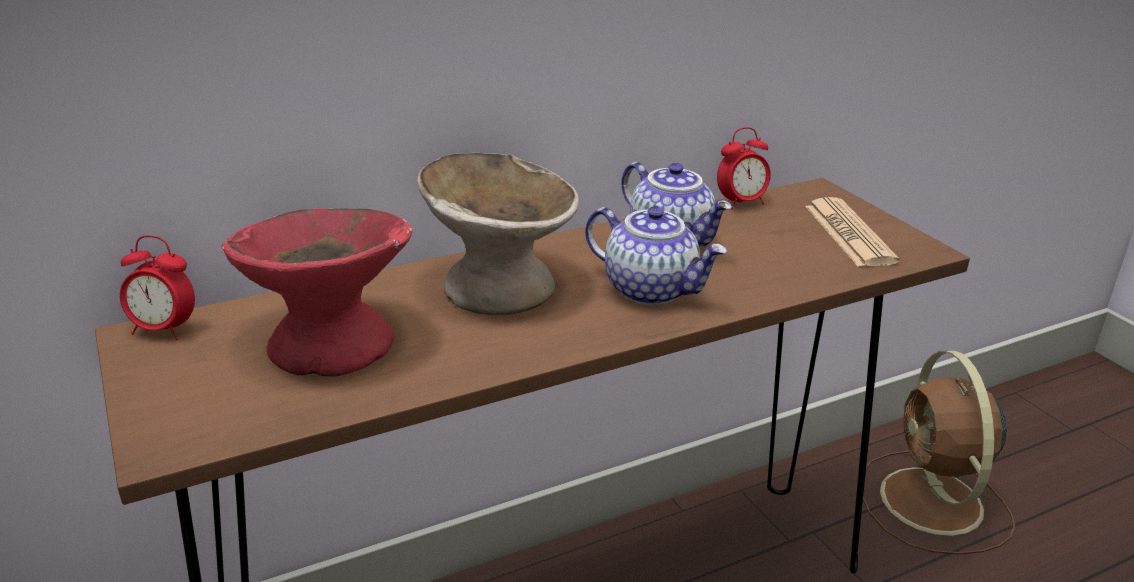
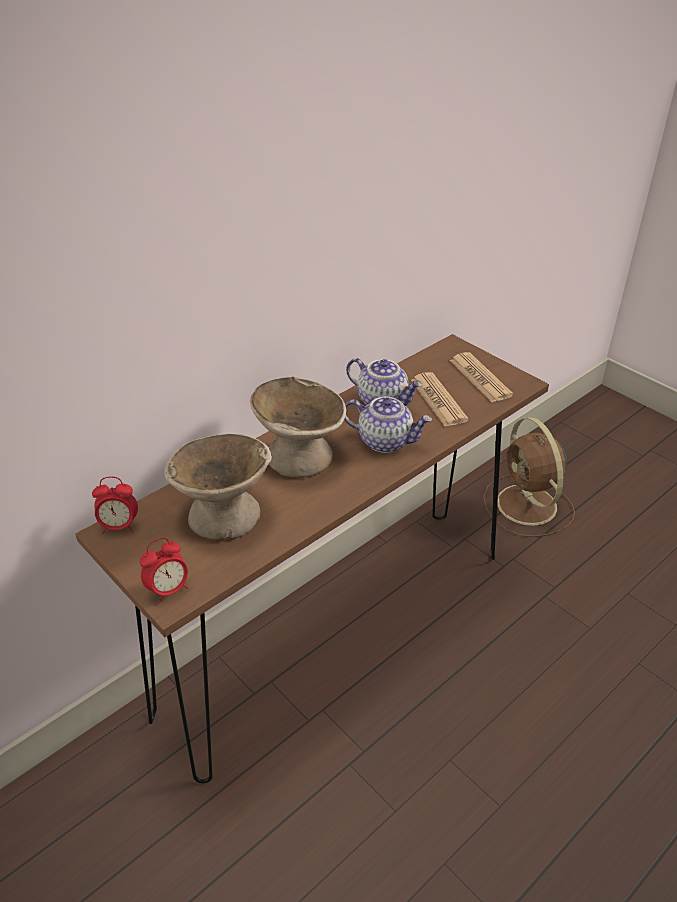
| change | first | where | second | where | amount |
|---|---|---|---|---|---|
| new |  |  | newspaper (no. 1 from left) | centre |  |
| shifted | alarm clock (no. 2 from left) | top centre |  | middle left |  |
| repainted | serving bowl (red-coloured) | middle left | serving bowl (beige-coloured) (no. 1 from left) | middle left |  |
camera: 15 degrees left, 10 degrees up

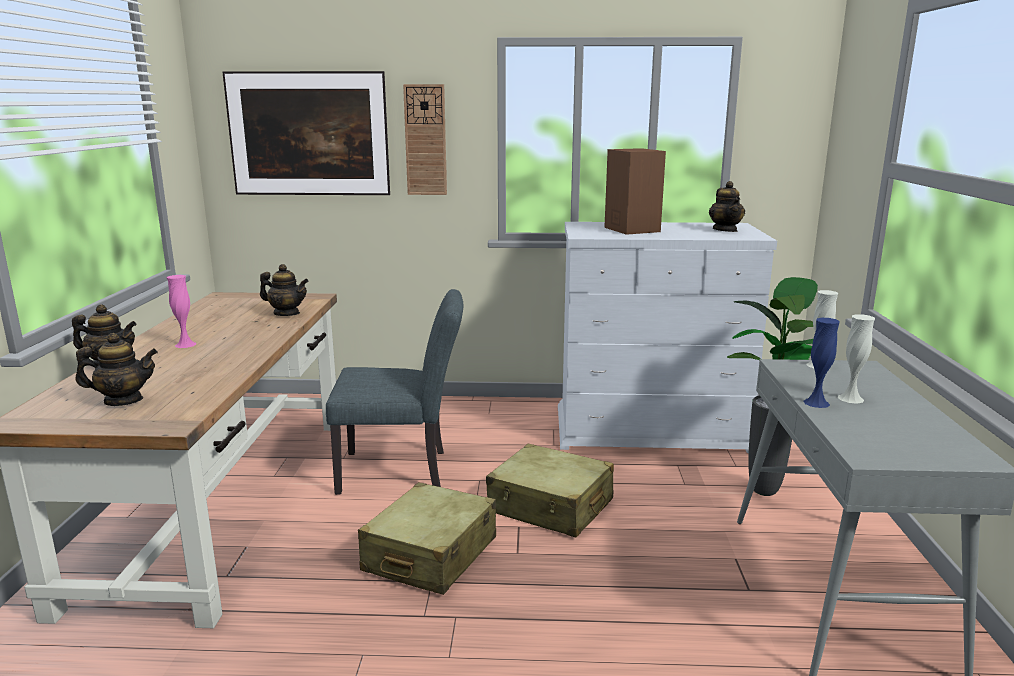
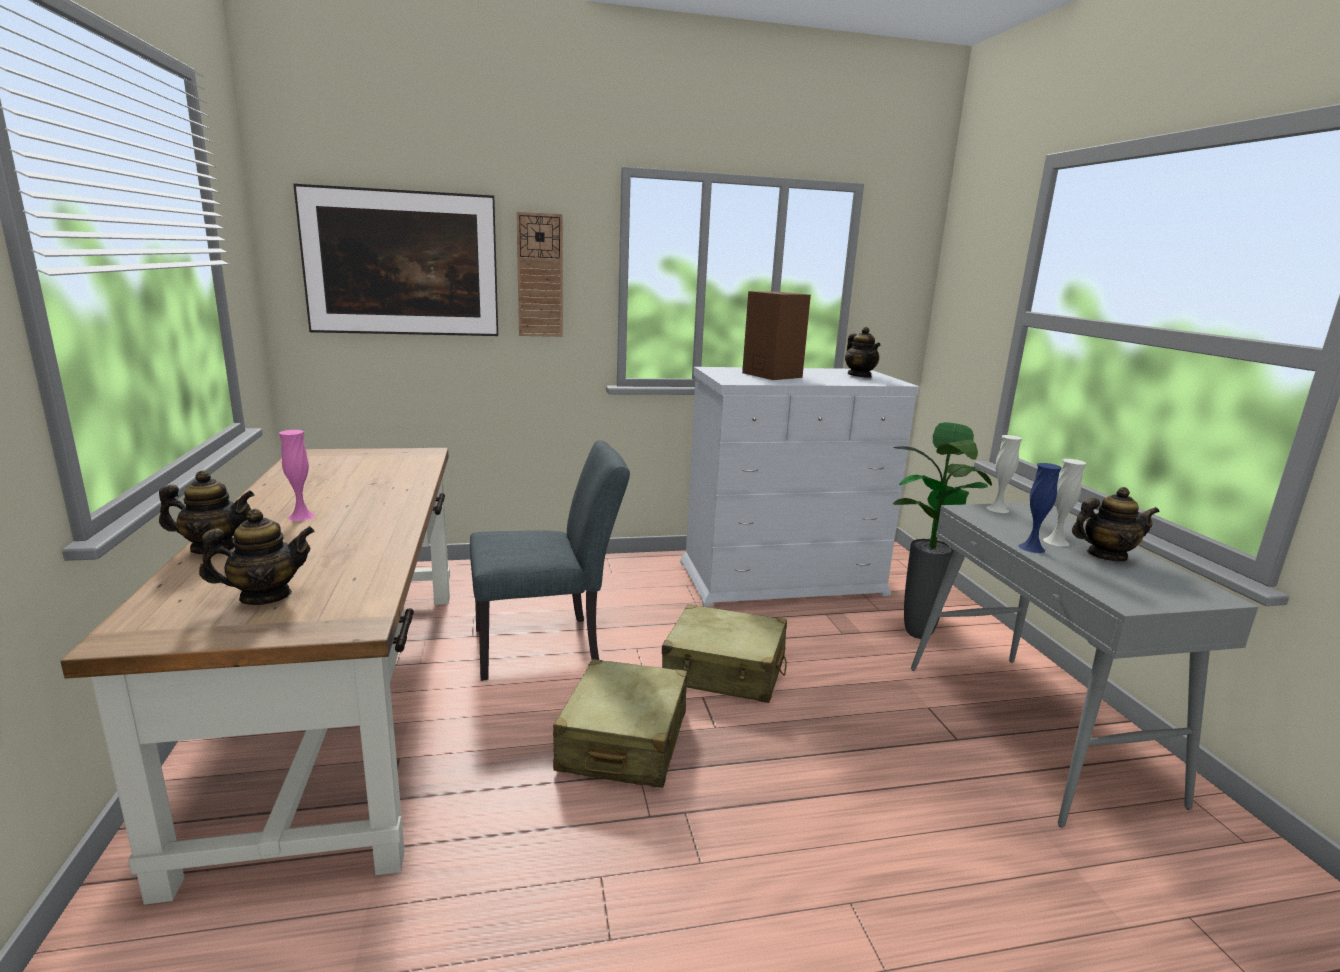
| change | first | where | second | where | amount |
|---|---|---|---|---|---|
| shifted | teapot (no. 3 from left in the first image) | middle left | teapot (no. 4 from left) | middle right |  |
camera: 15 degrees left, 0 degrees up

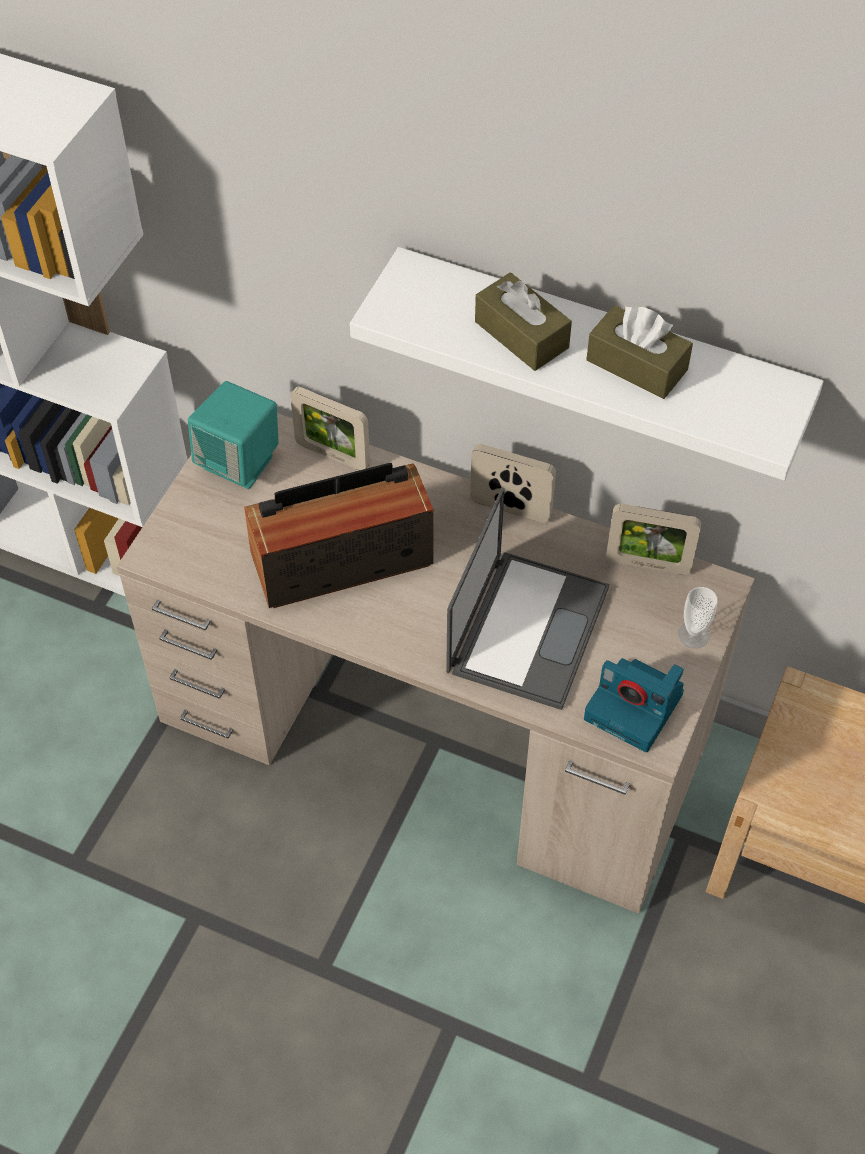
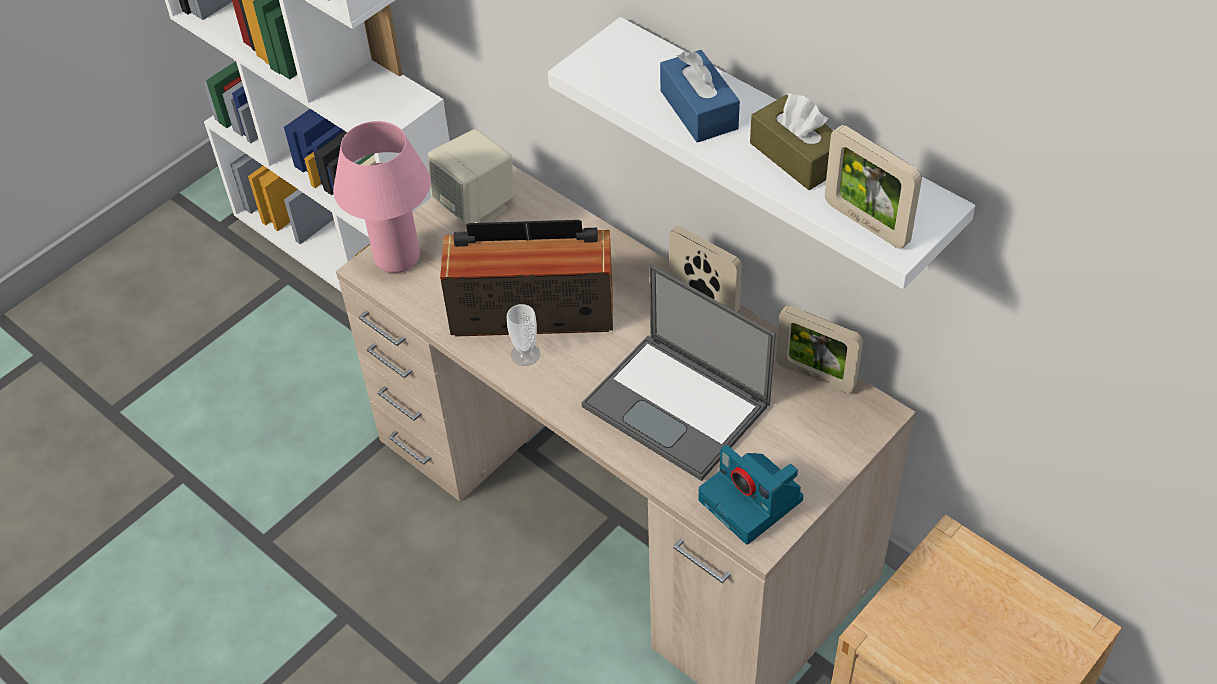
| change | first | where | second | where | amount |
|---|---|---|---|---|---|
| new |  |  | table lamp (pink-coloured) | top left |  |
| shifted | standing frame (no. 1 from left in the first image) | centre | standing frame (no. 3 from left) | top right |  |
| shifted | small cup | middle right |  | centre |  |
| repainted | speaker (turquoise-coloured) | middle left | speaker (beige-coloured) | top centre |  |
| repainted | tissue holder (brown) (no. 1 from left) | top centre | tissue holder (bluish) | top centre |  |
| rotated | portable computer | centre |  | centre | 90 degrees clockwise |
camera: 20 degrees right, 5 degrees down

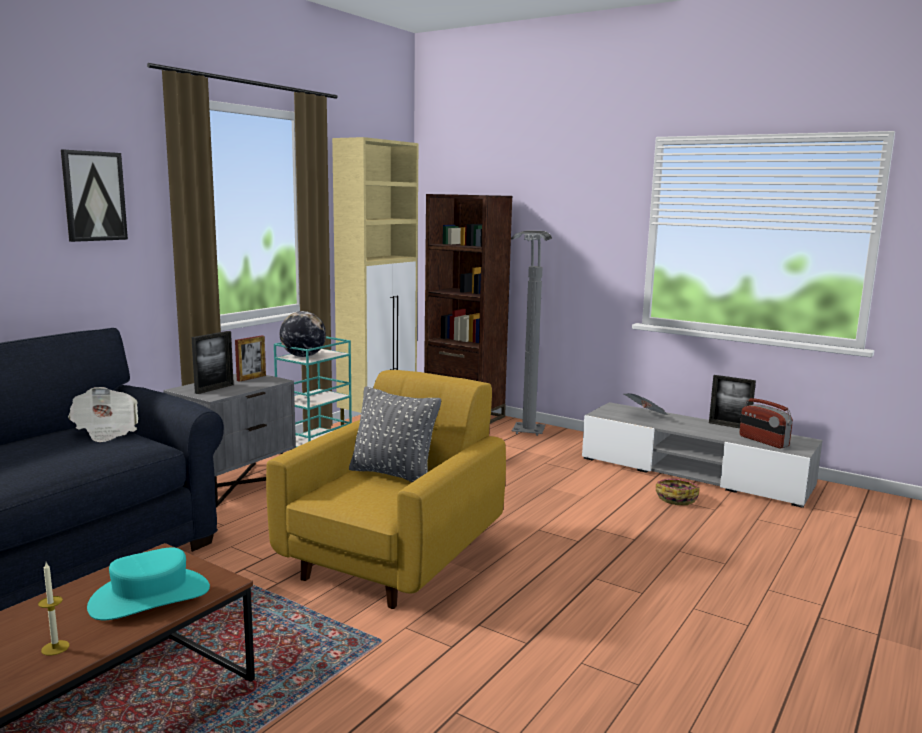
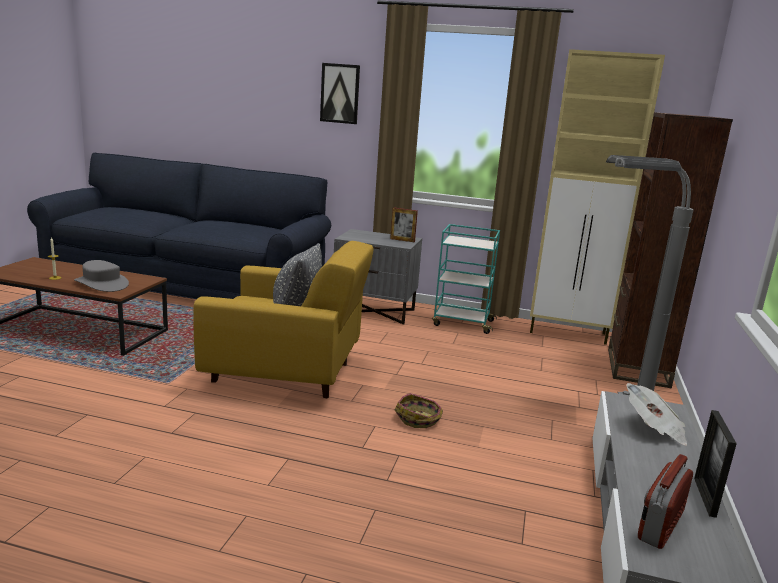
| change | first | where | second | where | amount |
|---|---|---|---|---|---|
| gone | newspaper (no. 1 from left) | middle left |  |  |  |
| gone | standing frame (no. 1 from left) | middle left |  |  |  |
| gone | world globe | middle left |  |  |  |
| shifted | storage basket | bottom right |  | bottom centre |  |
| repainted | clothing hat (turquoise-coloured) | bottom left | clothing hat (grey) | middle left |  |
camera: 70 degrees right, 5 degrees up

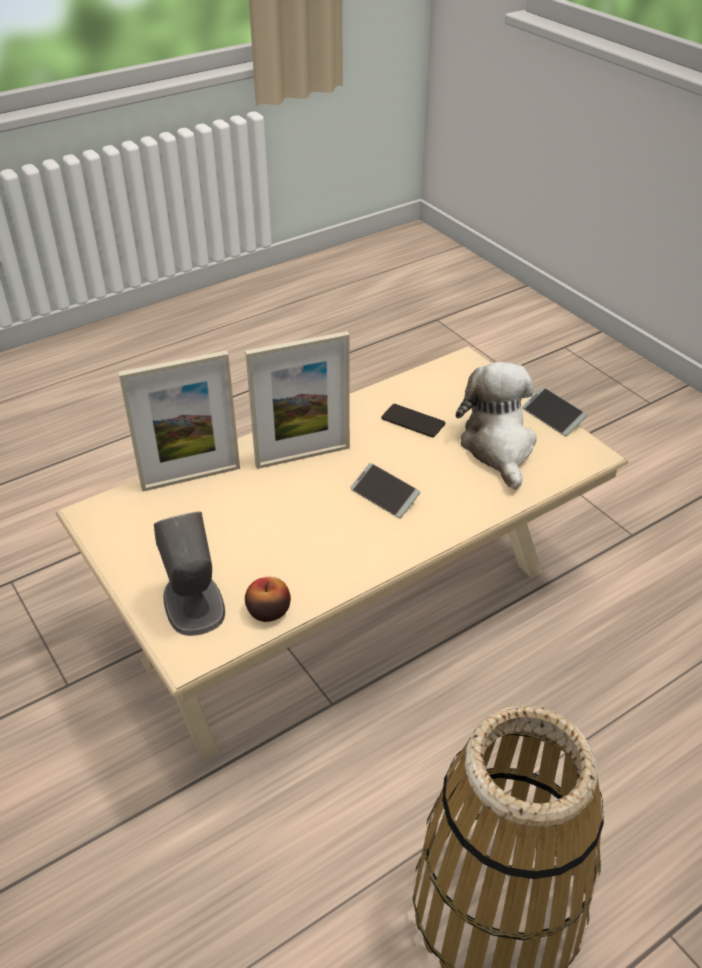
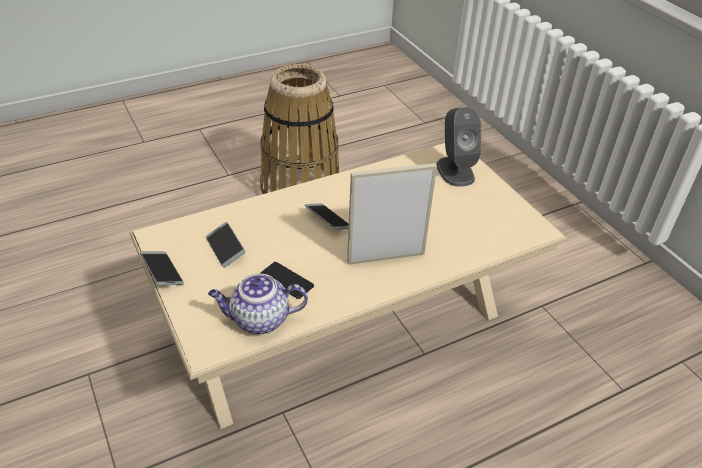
| change | first | where | second | where | amount |
|---|---|---|---|---|---|
| gone | standing frame (no. 1 from left) | middle left |  |  |  |
| gone | apple | centre |  |  |  |
| new |  |  | teapot | centre |  |
| swapped | soft toy | middle right | telephone (no. 2 from left) | middle left |  |
camera: 175 degrees left, 0 degrees up

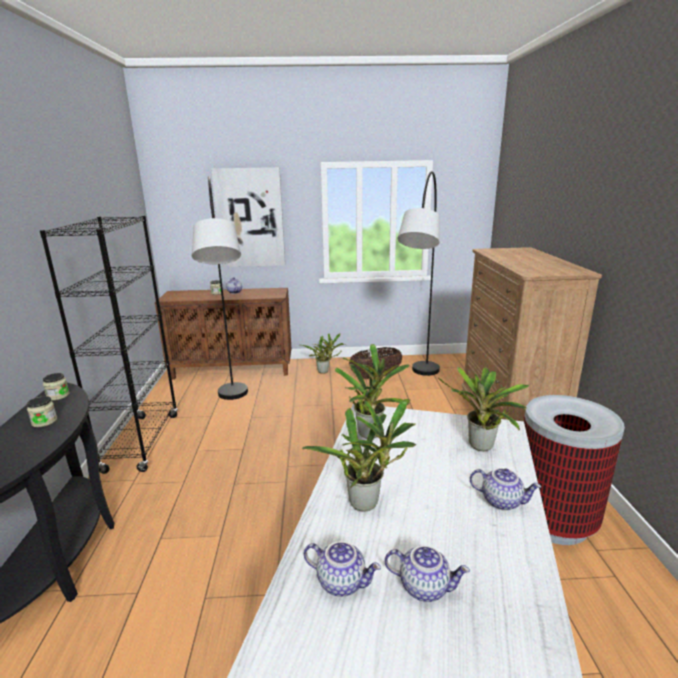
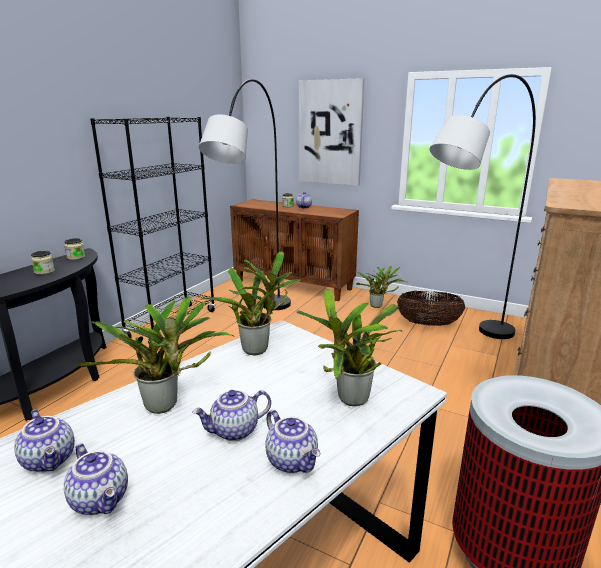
| change | first | where | second | where | amount |
|---|---|---|---|---|---|
| new |  |  | teapot (no. 3 from left) | bottom centre |  |
camera: 30 degrees right, 0 degrees up

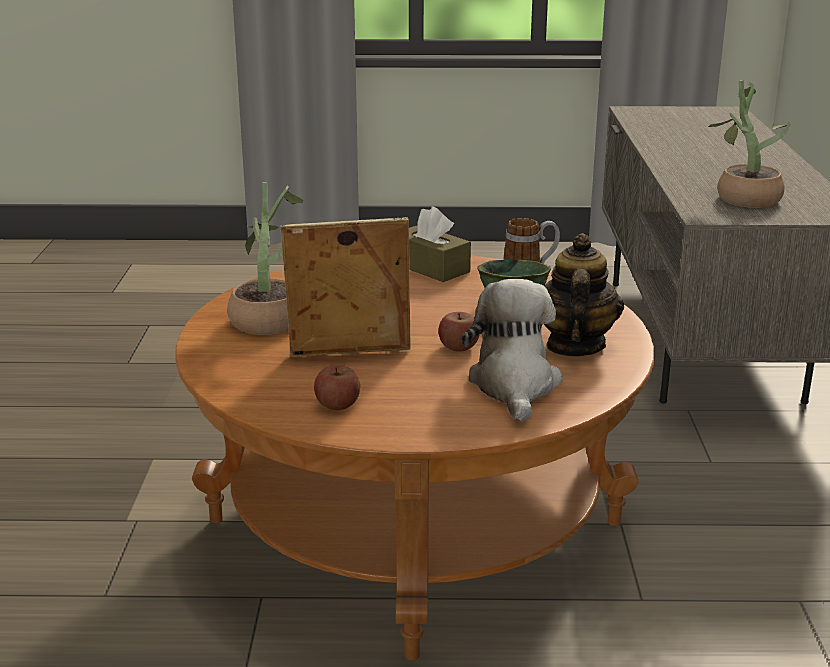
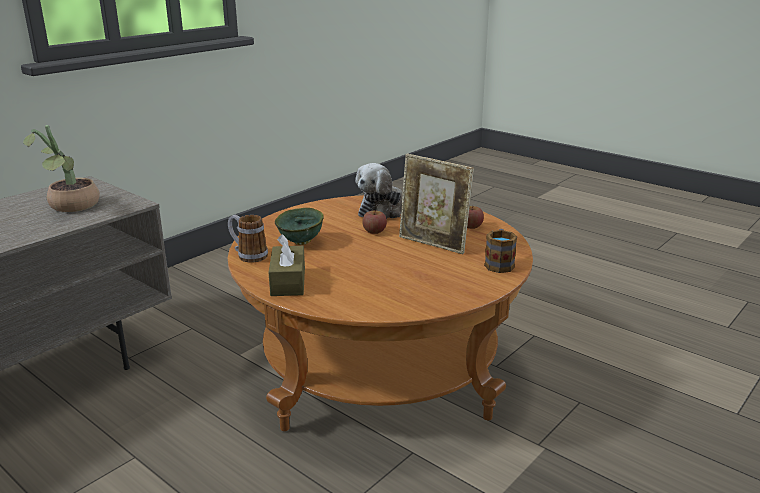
| change | first | where | second | where | amount |
|---|---|---|---|---|---|
| gone | houseplant (no. 1 from left) | middle left |  |  |  |
| gone | teapot | middle right |  |  |  |
| new |  |  | tea mug (no. 2 from left) | centre |  |
camera: 140 degrees left, 0 degrees up

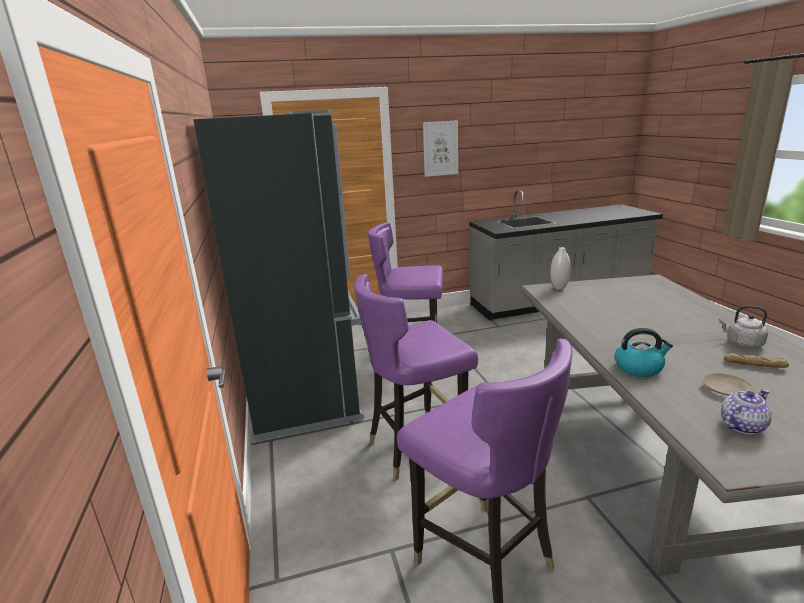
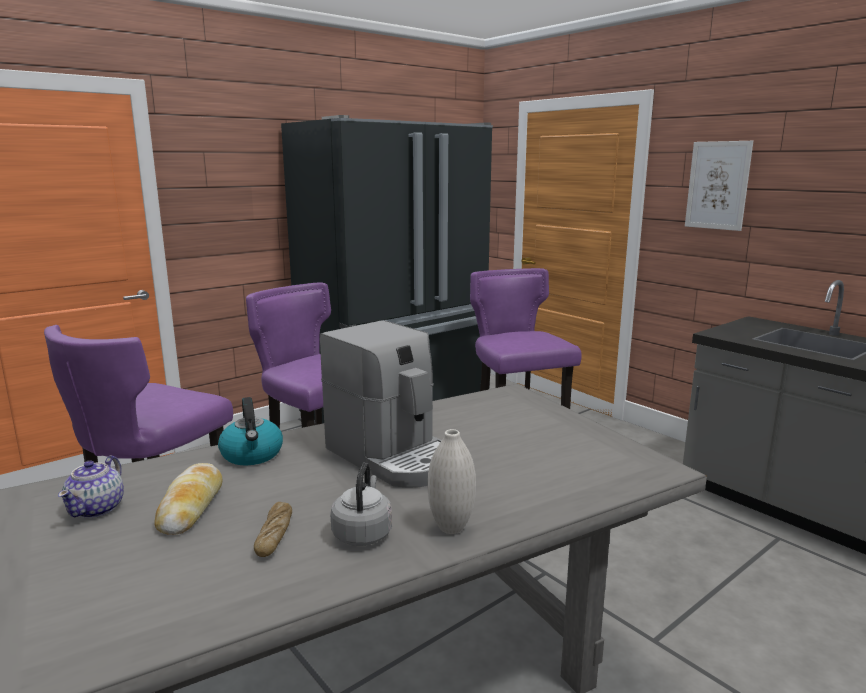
| change | first | where | second | where | amount |
|---|---|---|---|---|---|
| new |  |  | coffee machine | centre |  |
| shifted | decorative vase (white) | middle right |  | bottom centre |  |
| swapped | dinner plate (beige-coloured) | middle right | baked bread (no. 1 from left) | bottom left |  |
| rotated | teapot | bottom right |  | bottom left | 60 degrees clockwise |
camera: 65 degrees right, 5 degrees down

